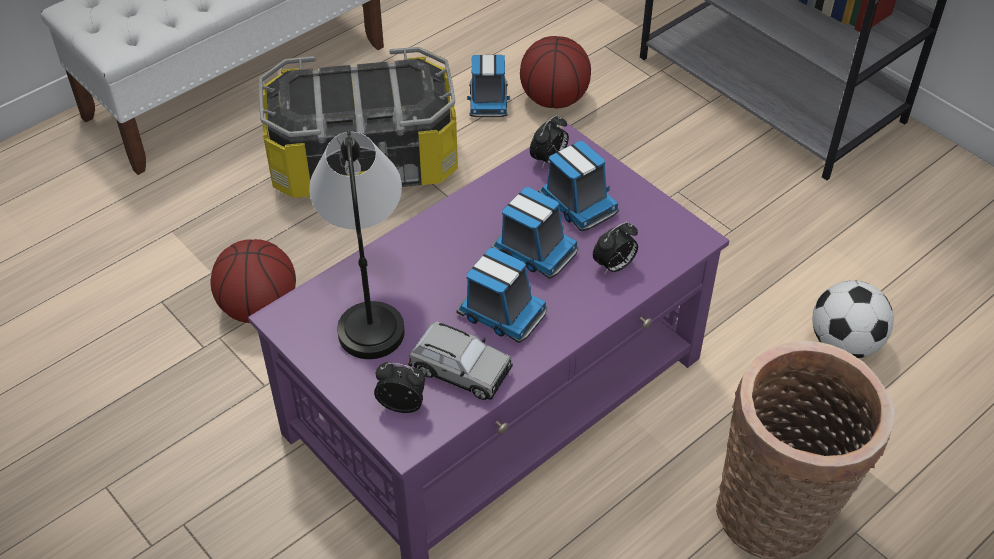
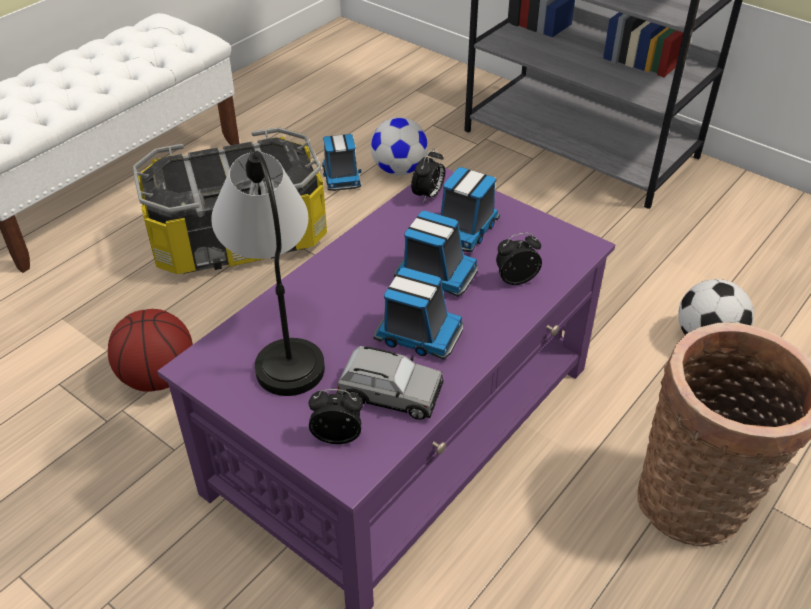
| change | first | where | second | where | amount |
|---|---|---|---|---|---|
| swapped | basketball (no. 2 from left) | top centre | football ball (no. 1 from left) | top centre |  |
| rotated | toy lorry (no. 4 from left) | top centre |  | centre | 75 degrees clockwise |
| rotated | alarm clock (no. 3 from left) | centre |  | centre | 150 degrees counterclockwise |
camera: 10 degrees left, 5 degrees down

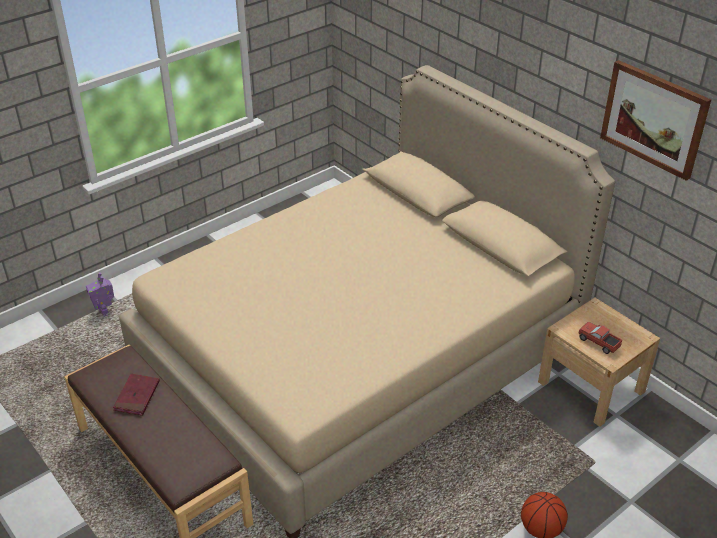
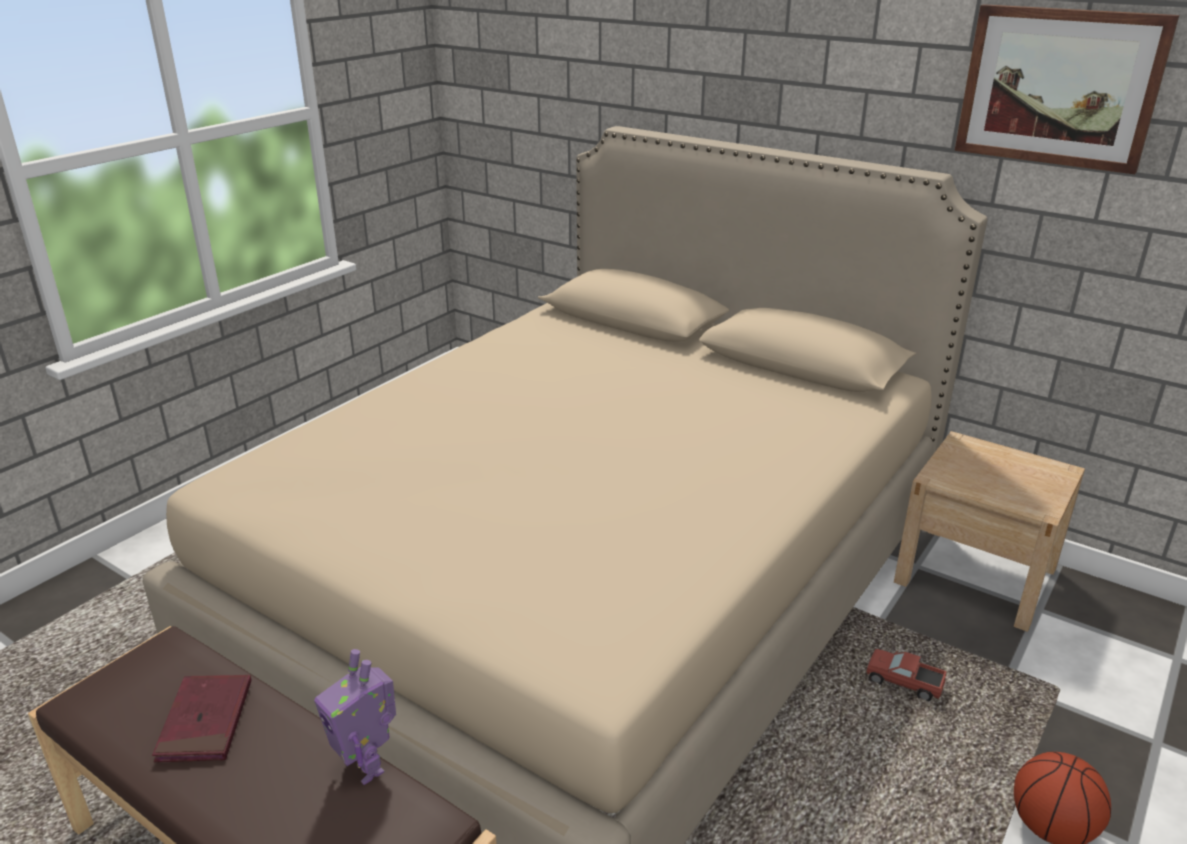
| change | first | where | second | where | amount |
|---|---|---|---|---|---|
| shifted | robot figure | middle left |  | bottom left |  |
| shifted | toy lorry | middle right |  | bottom right |  |
camera: 15 degrees left, 10 degrees down

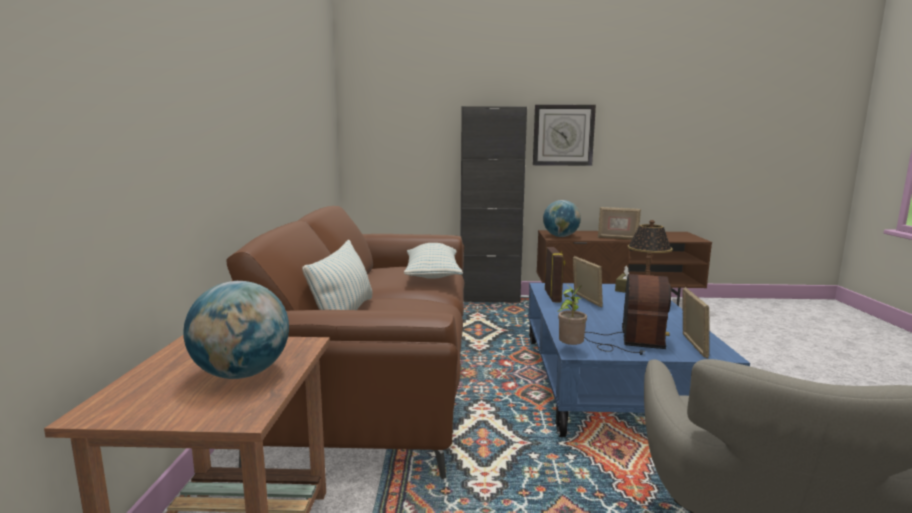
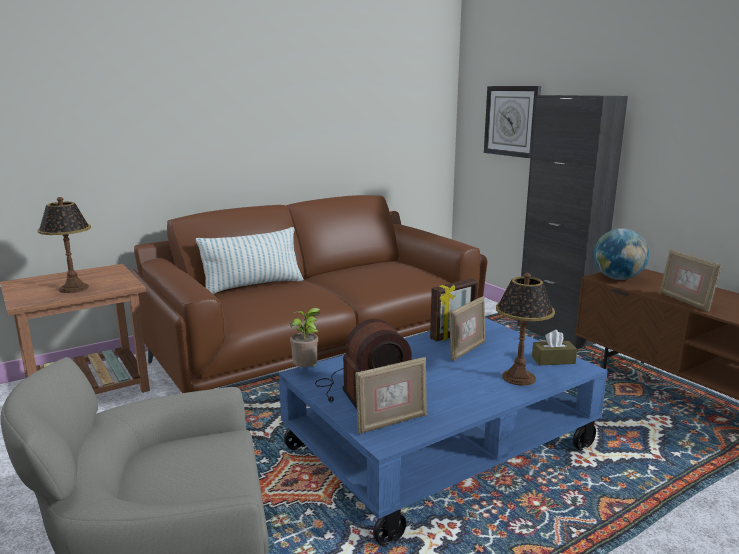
| change | first | where | second | where | amount |
|---|---|---|---|---|---|
| gone | pillow (no. 2 from left) | centre |  |  |  |
| shifted | wall clock | top centre |  | top right |  |
| swapped | world globe (no. 1 from left) | middle left | table lamp (no. 1 from left) | middle left |  |
camera: 55 degrees right, 5 degrees up

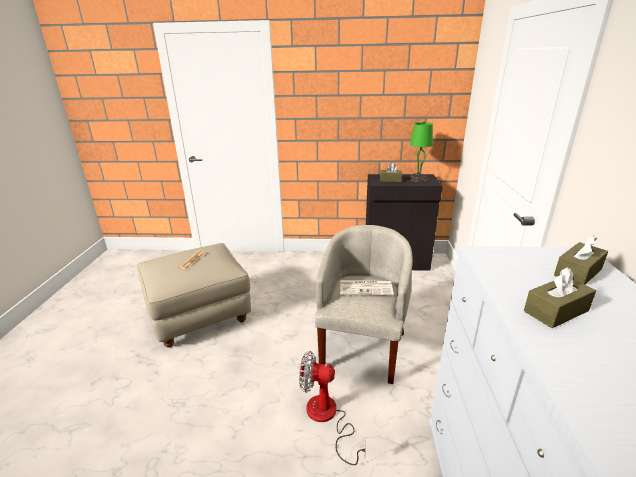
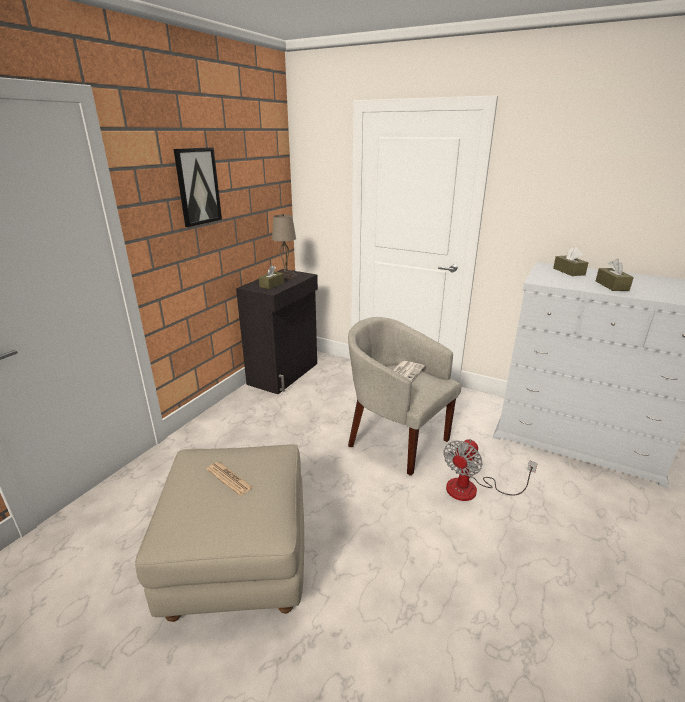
| change | first | where | second | where | amount |
|---|---|---|---|---|---|
| new |  |  | picture | top left |  |
| repainted | table lamp (greenish) | top centre | table lamp (beige-coloured) | centre |  |
camera: 65 degrees left, 0 degrees up

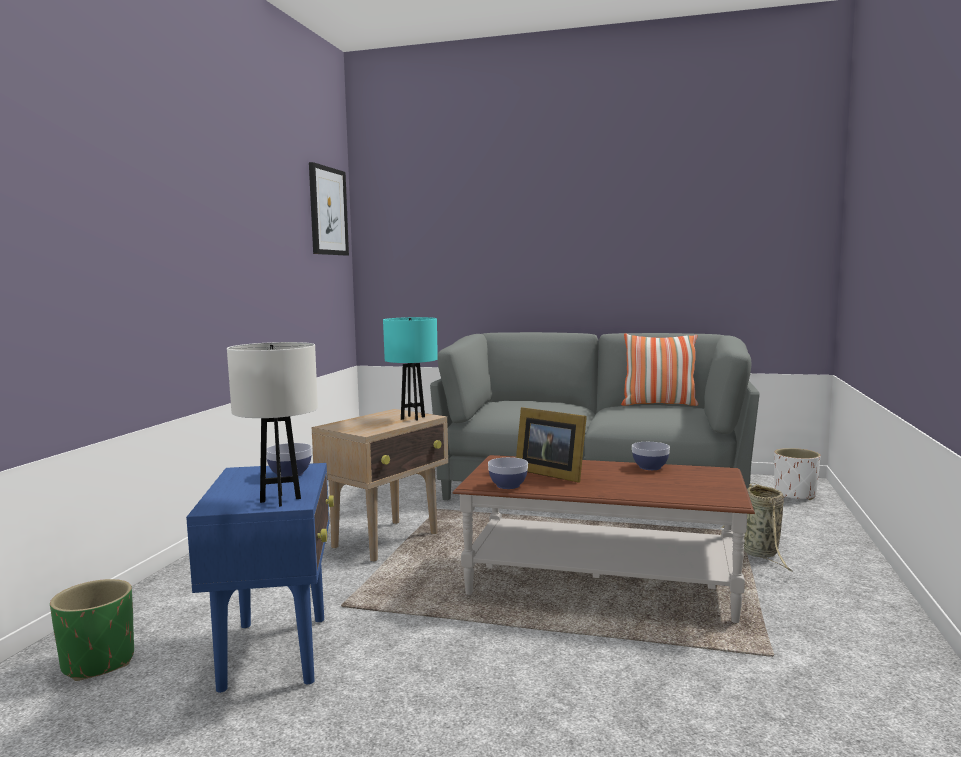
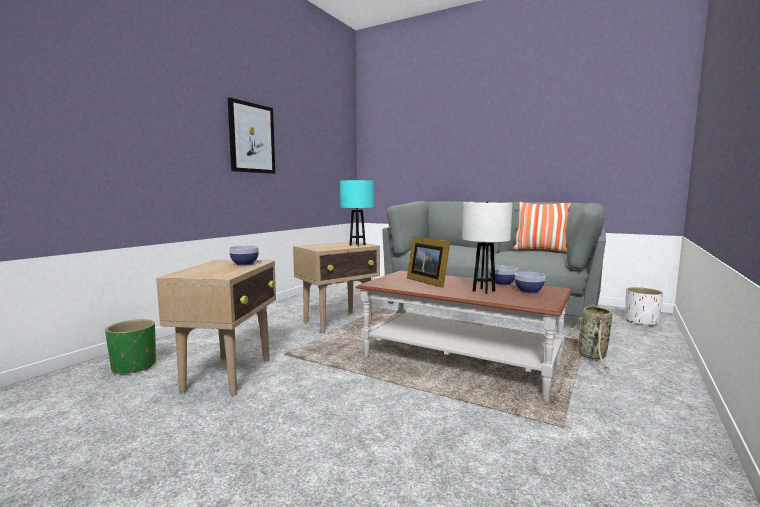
| change | first | where | second | where | amount |
|---|---|---|---|---|---|
| shifted | table lamp (white) | middle left |  | centre |  |
| shifted | picture | top centre |  | top left |  |
| shifted | serving bowl (no. 2 from left in the first image) | centre | serving bowl (no. 3 from left) | middle right |  |
| repainted | side table (bluish) | bottom left | side table (beige-coloured) (no. 1 from left) | middle left |  |
camera: 15 degrees right, 0 degrees up

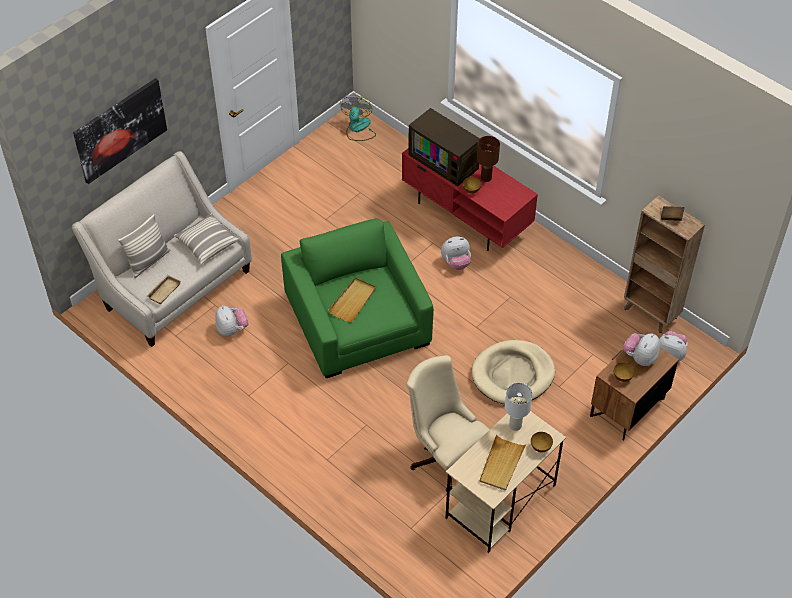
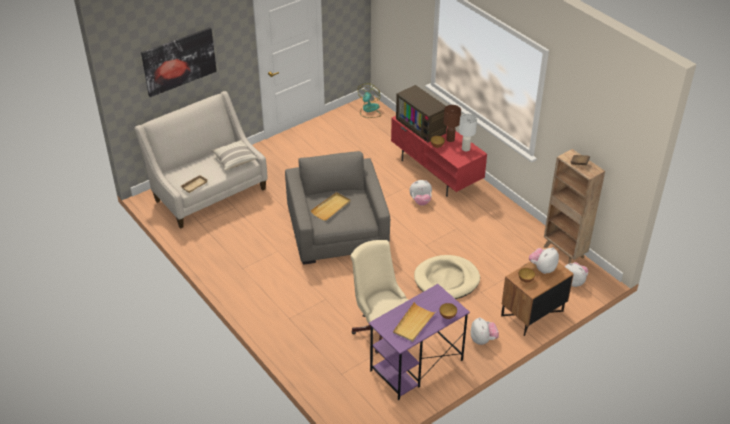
| change | first | where | second | where | amount |
|---|---|---|---|---|---|
| gone | pillow (no. 1 from left) | middle left |  |  |  |
| shifted | soft toy (no. 1 from left in the first image) | middle left | soft toy (no. 2 from left) | bottom centre |  |
| shifted | table lamp (white) | bottom centre |  | top centre |  |
| repainted | armchair (greenish) | centre | armchair (grey) | centre |  |
| repainted | desk unit (beige-coloured) | bottom centre | desk unit (purple-coloured) | bottom centre |  |
camera: 10 degrees right, 10 degrees down

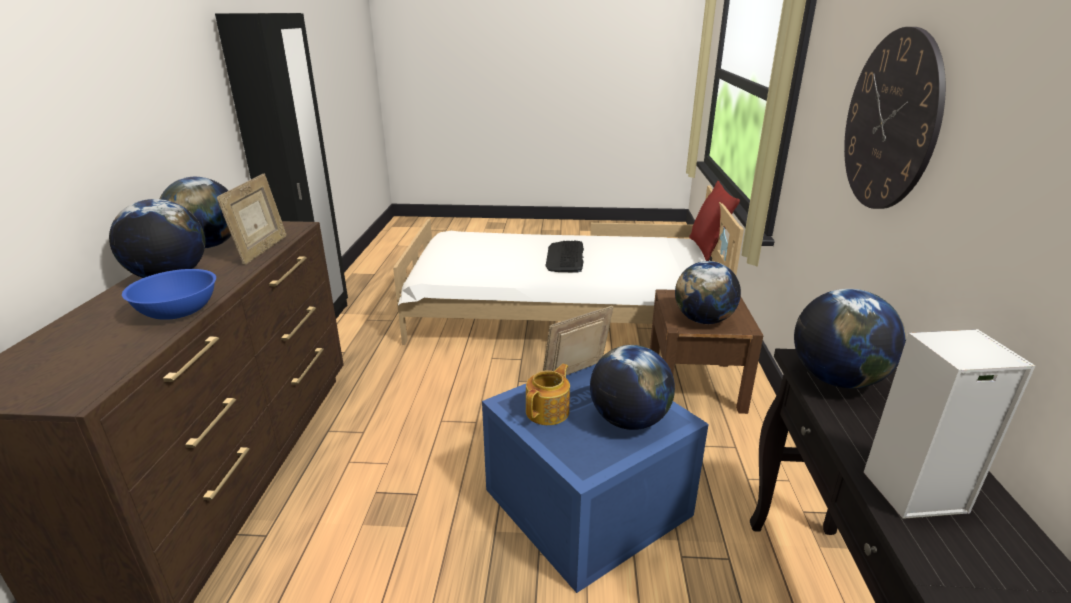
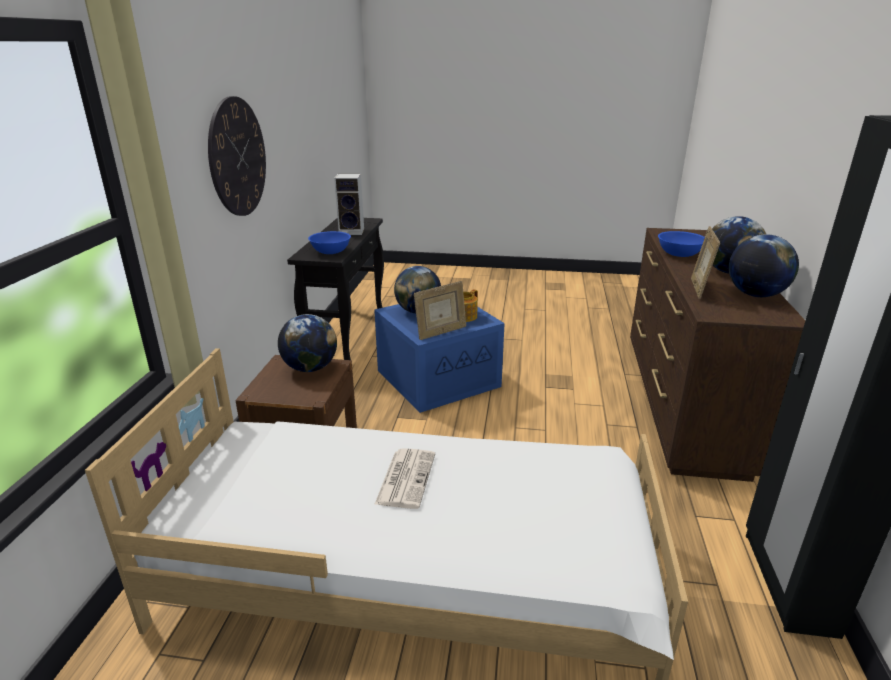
| change | first | where | second | where | amount |
|---|---|---|---|---|---|
| gone | pillow (red-coloured) | middle right |  |  |  |
| swapped | keyboard | centre | newspaper | bottom centre |  |
| swapped | world globe (no. 5 from left) | middle right | serving bowl (bluish) (no. 1 from left) | centre |  |
camera: 175 degrees left, 0 degrees up

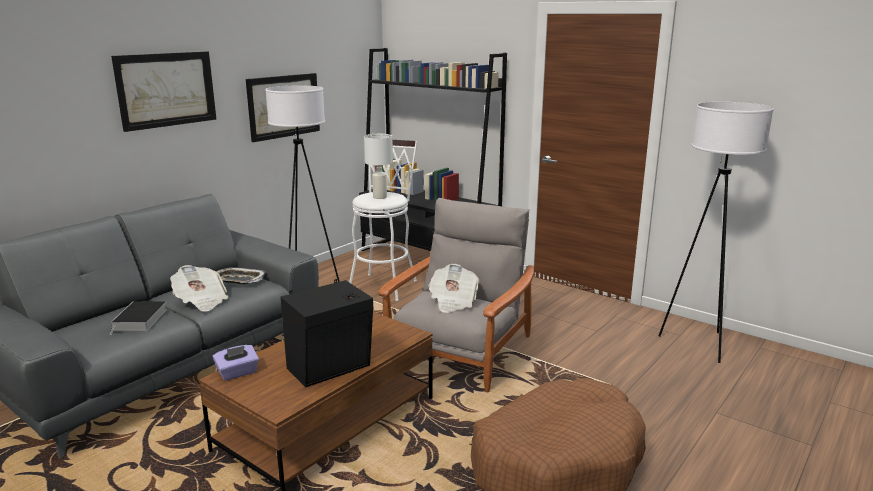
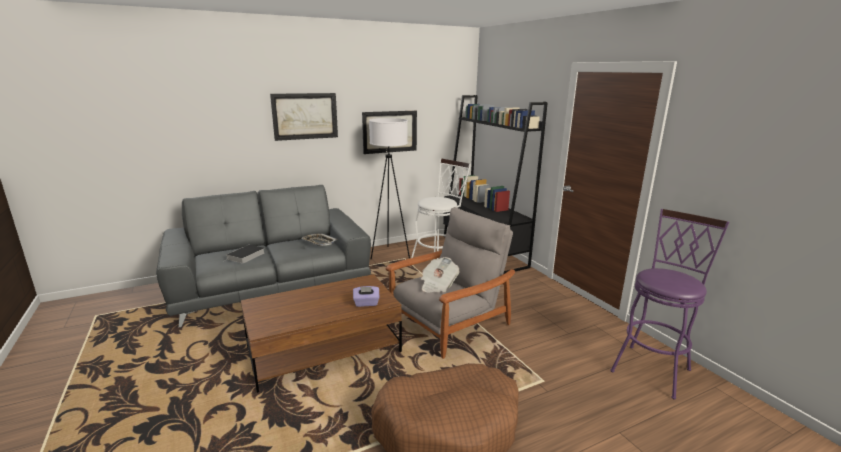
| change | first | where | second | where | amount |
|---|---|---|---|---|---|
| gone | newspaper (no. 1 from left) | middle left |  |  |  |
| gone | speaker (black-coloured) | bottom centre |  |  |  |
| gone | table lamp (white) | centre |  |  |  |
| shifted | tissue holder (purple-coloured) | bottom left |  | centre |  |
| swapped | standing lamp (white) (no. 2 from left) | middle right | stool seat (purple-coloured) | bottom right |  |
camera: 25 degrees right, 0 degrees up

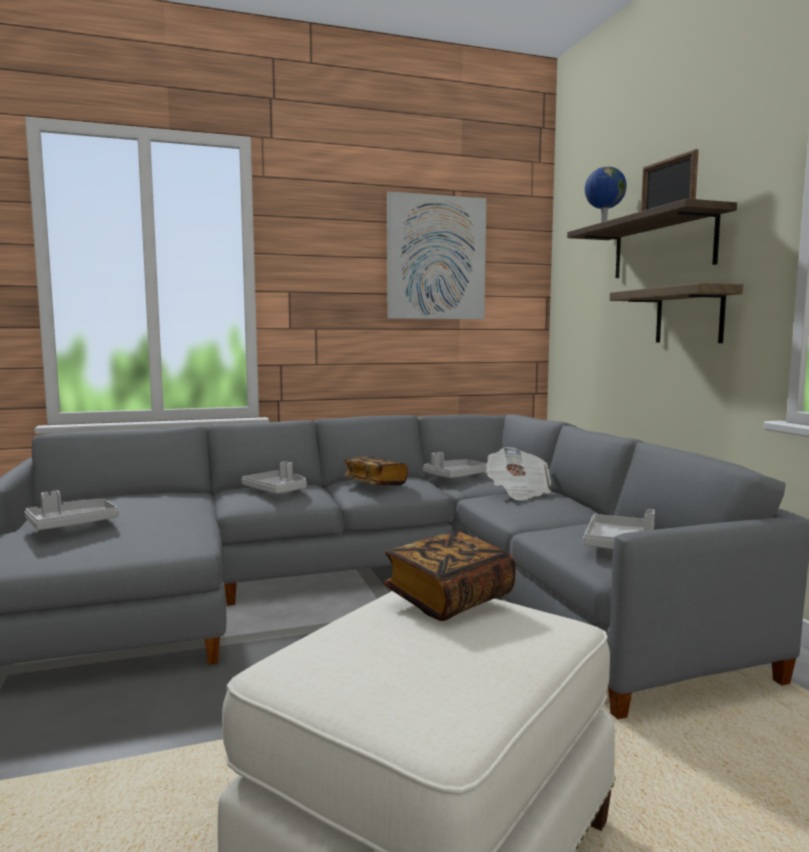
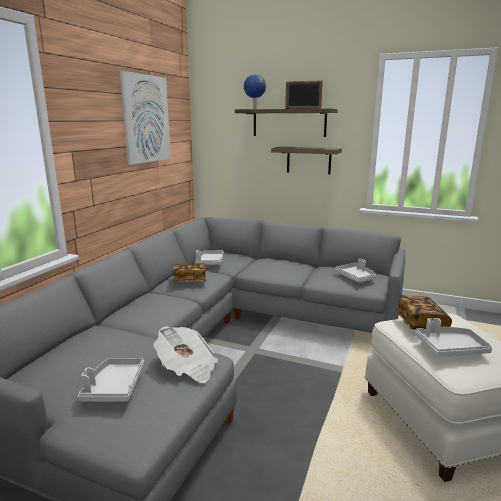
| change | first | where | second | where | amount |
|---|---|---|---|---|---|
| shifted | carrying tray (grey) (no. 2 from left in the first image) | centre | carrying tray (grey) (no. 4 from left) | bottom right |  |
| shifted | newspaper | centre |  | bottom centre |  |
camera: 50 degrees left, 10 degrees up

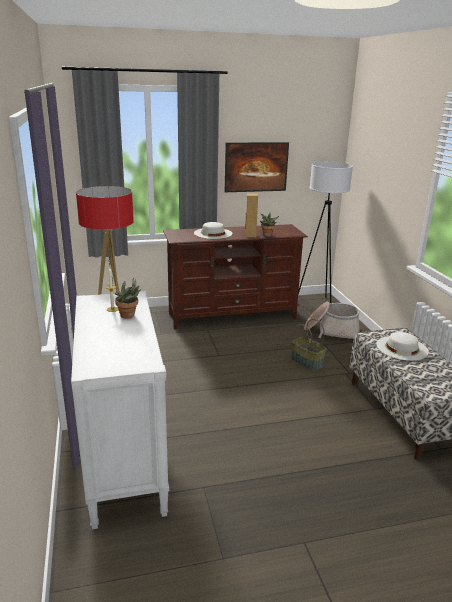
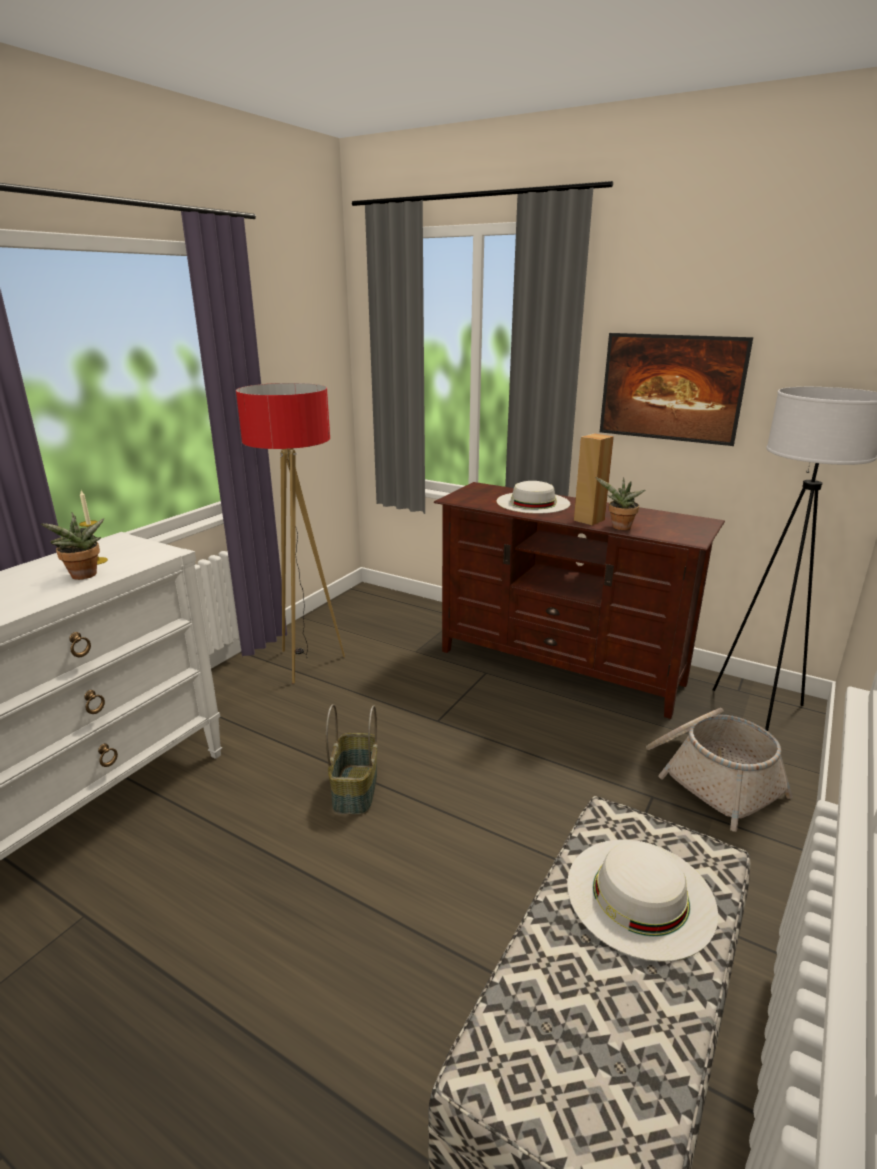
| change | first | where | second | where | amount |
|---|---|---|---|---|---|
| shifted | storage basket (no. 1 from left) | middle right |  | centre |  |
camera: 45 degrees right, 0 degrees up

